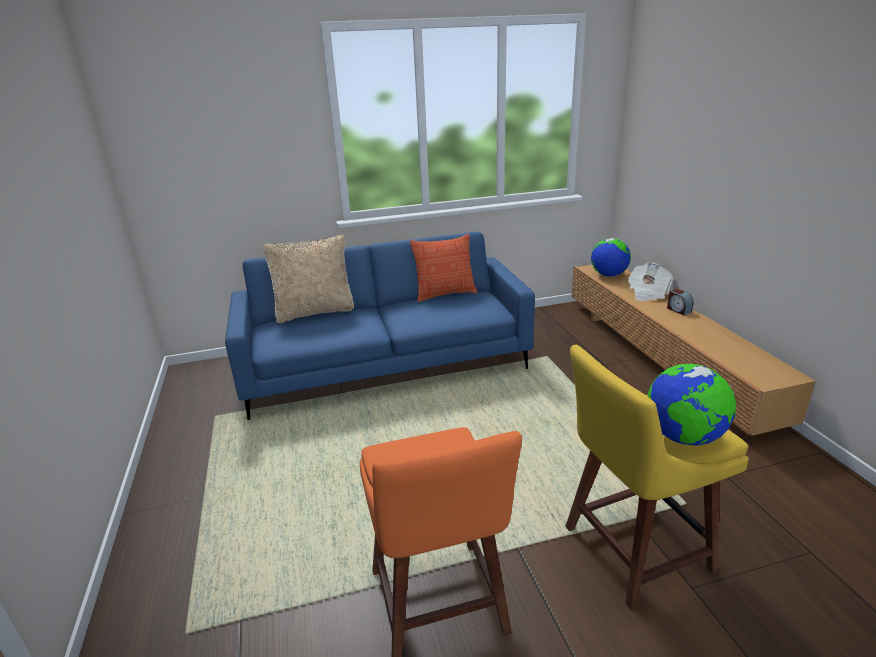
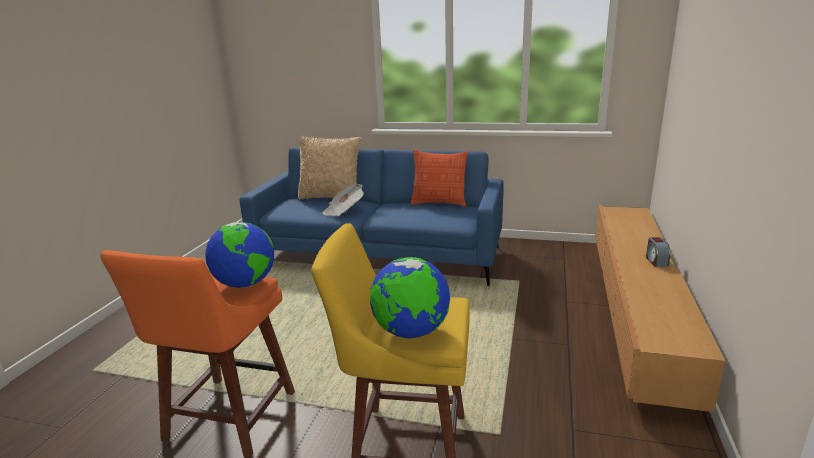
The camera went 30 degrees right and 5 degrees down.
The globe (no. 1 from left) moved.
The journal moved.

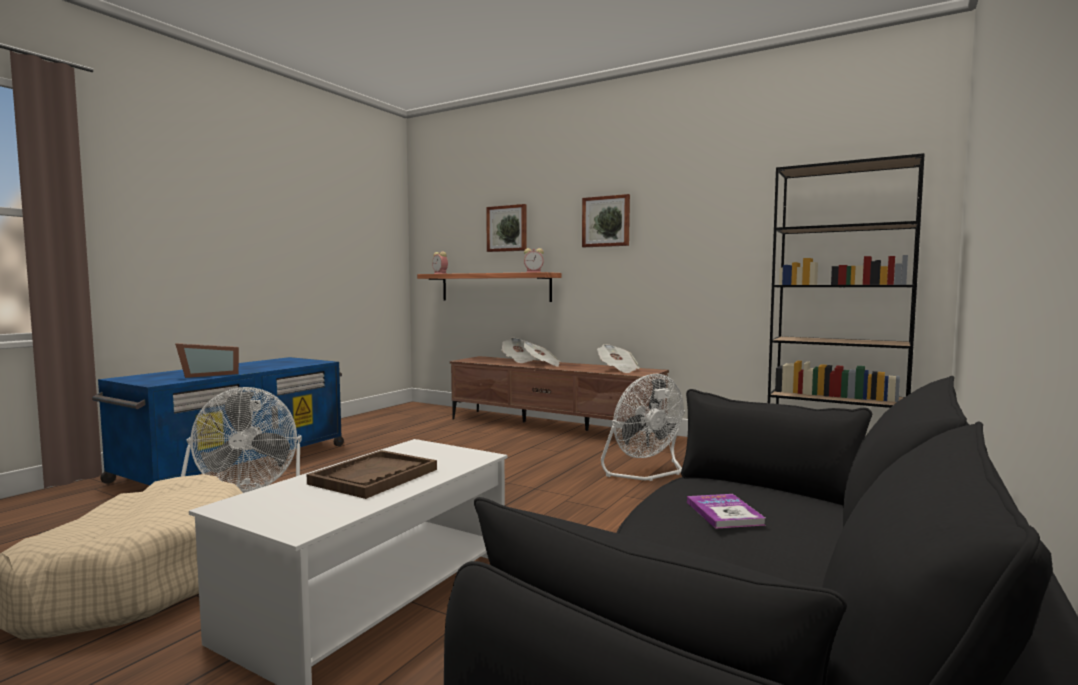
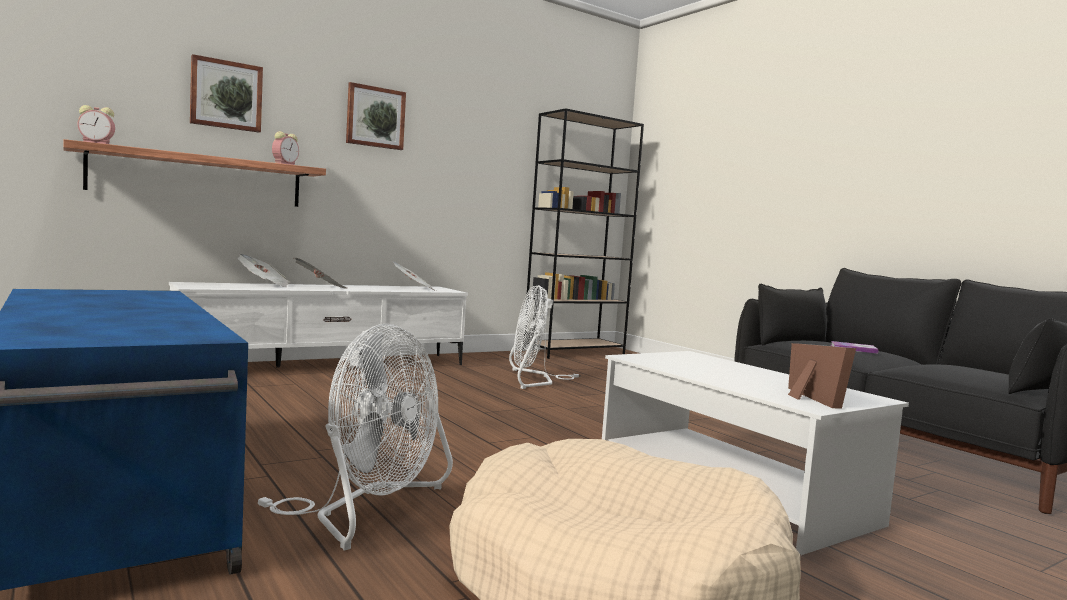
The camera went 65 degrees left and 0 degrees up.
The meuble télé [marron] became the meuble télé [blanc].
The cadre photo moved.
The plateau [marron] disappeared.

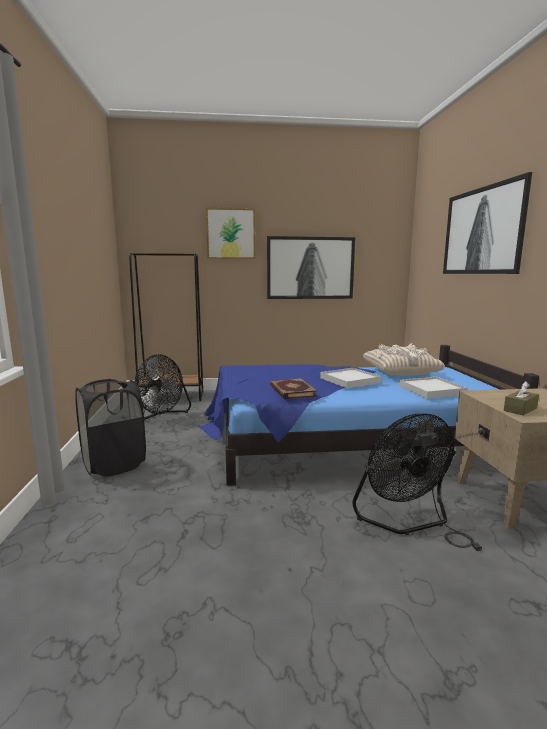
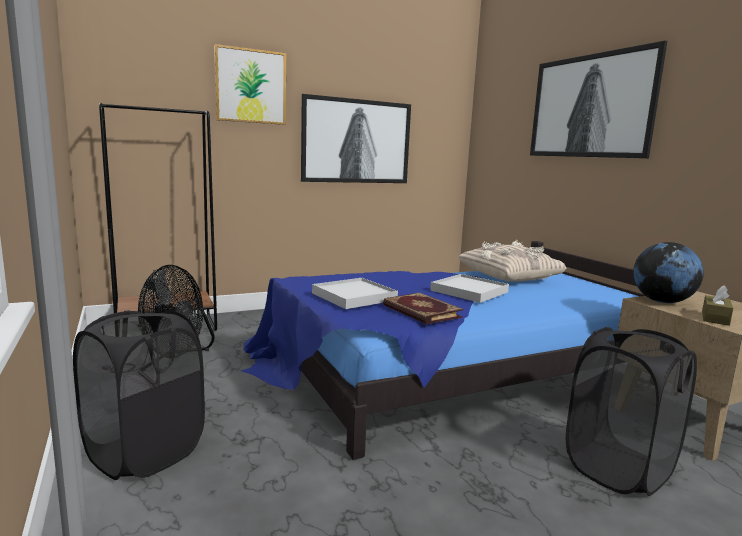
The camera went 20 degrees left and 0 degrees up.
The plateau [blanc] (no. 2 from left in the first image) moved.
The ventilateur [noir] (no. 2 from left) was replaced by the panier à linge [noir] (no. 2 from left).
The globe appeared.

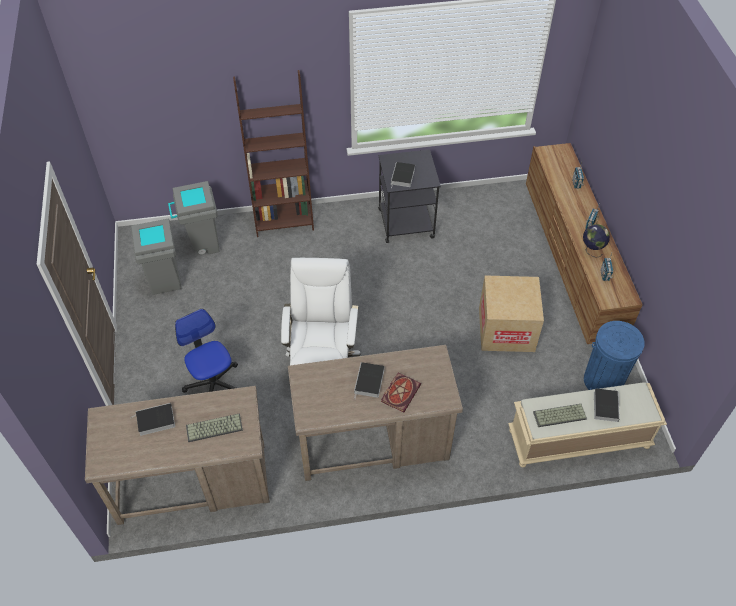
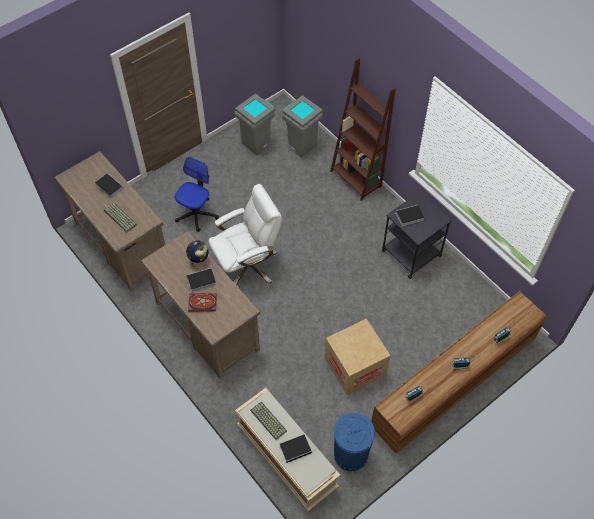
The camera went 60 degrees right and 5 degrees up.
The globe moved.

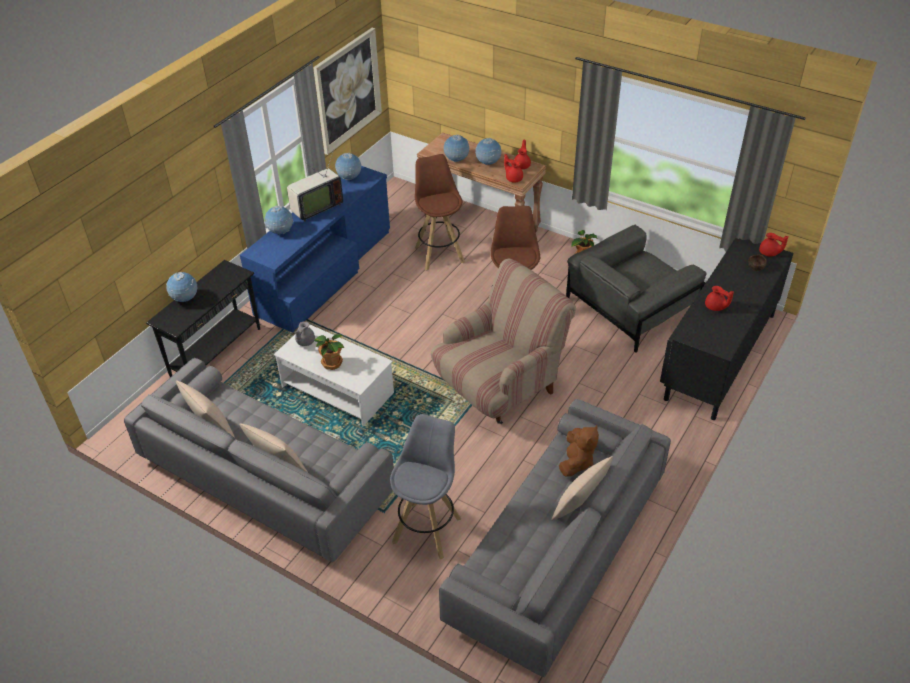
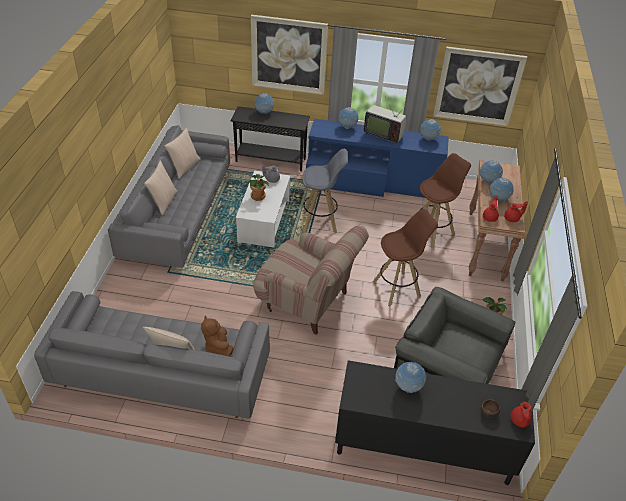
The camera went 65 degrees right and 0 degrees up.
The peluche [marron] turned 75 degrees clockwise.
The tableau (no. 1 from left) appeared.
The tabouret [gris] moved.
The théière [rouge] (no. 3 from left) was replaced by the globe (no. 3 from left).

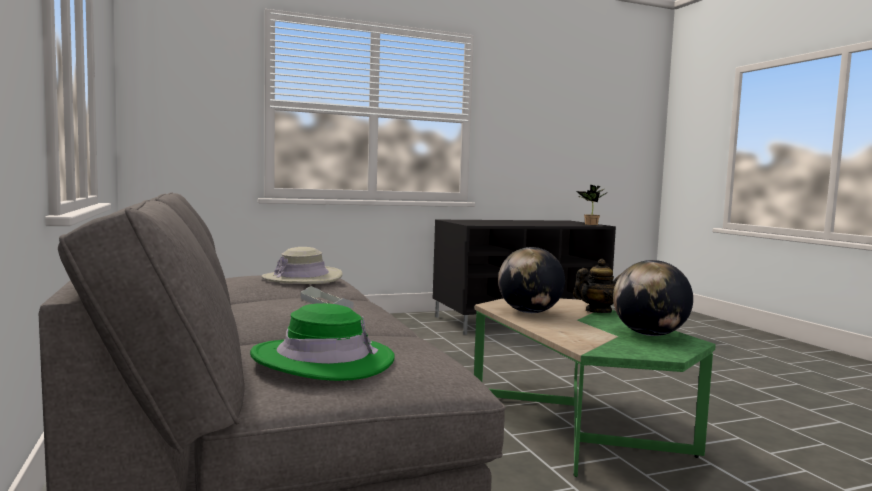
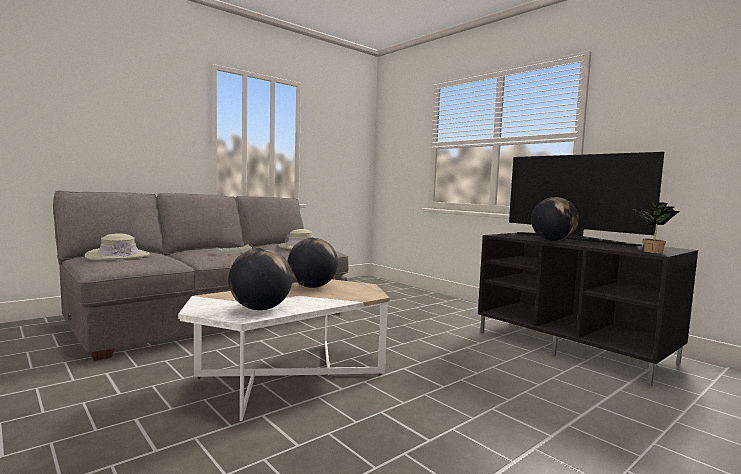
The camera went 70 degrees right and 0 degrees up.
The chapeau [vert] became the chapeau [beige] (no. 1 from left).
The table basse [vert] became the table basse [blanc].
The téléviseur appeared.
The globe (no. 3 from left) appeared.
The théière disappeared.

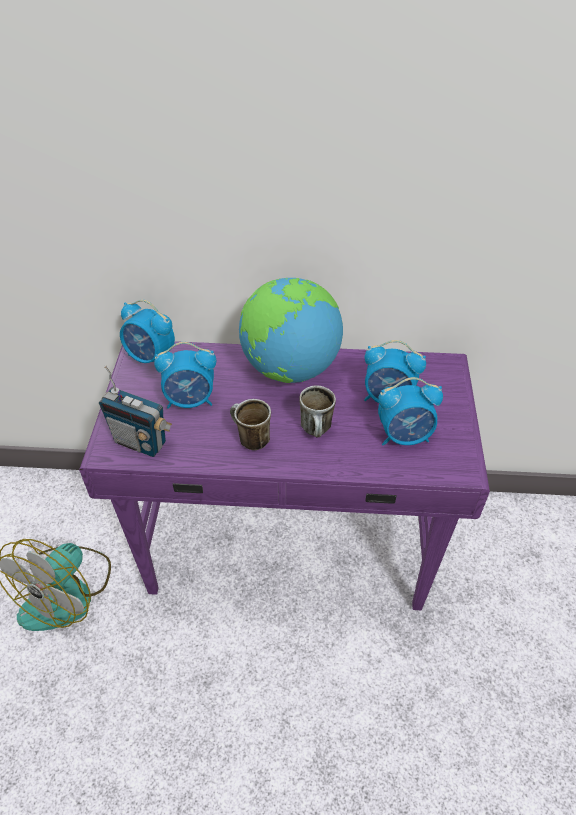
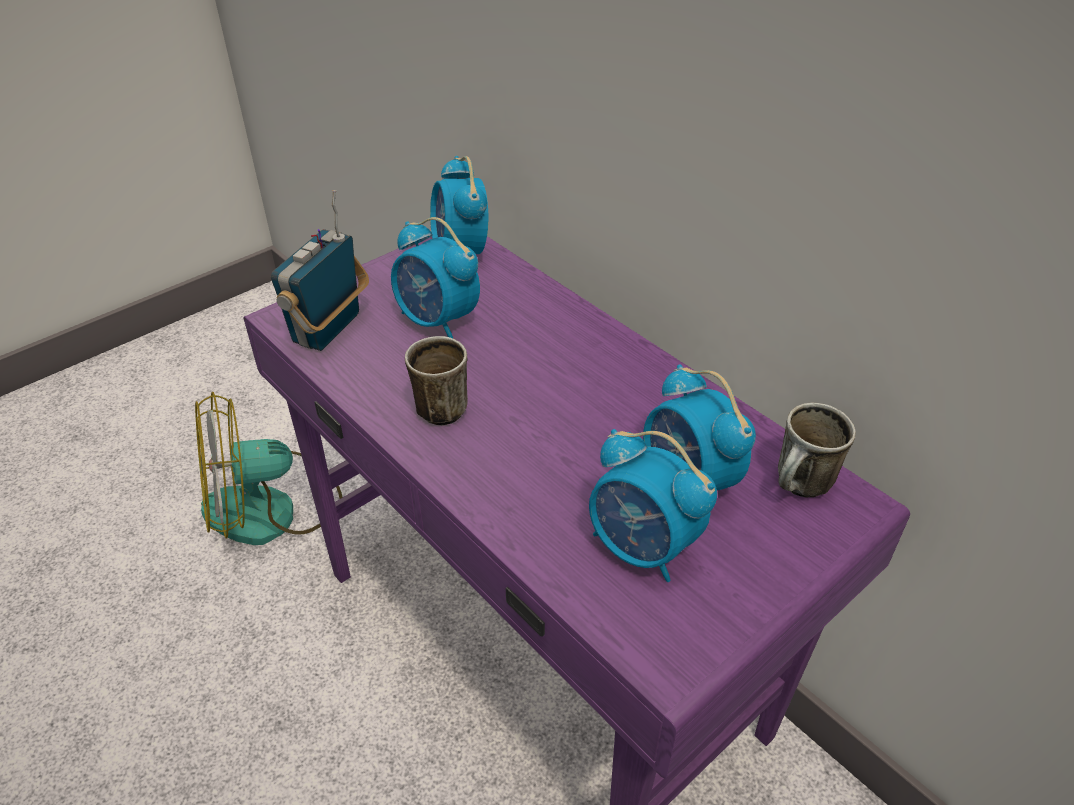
The camera went 45 degrees right and 5 degrees down.
The radio turned 45 degrees clockwise.
The mug (no. 2 from left) moved.
The globe disappeared.

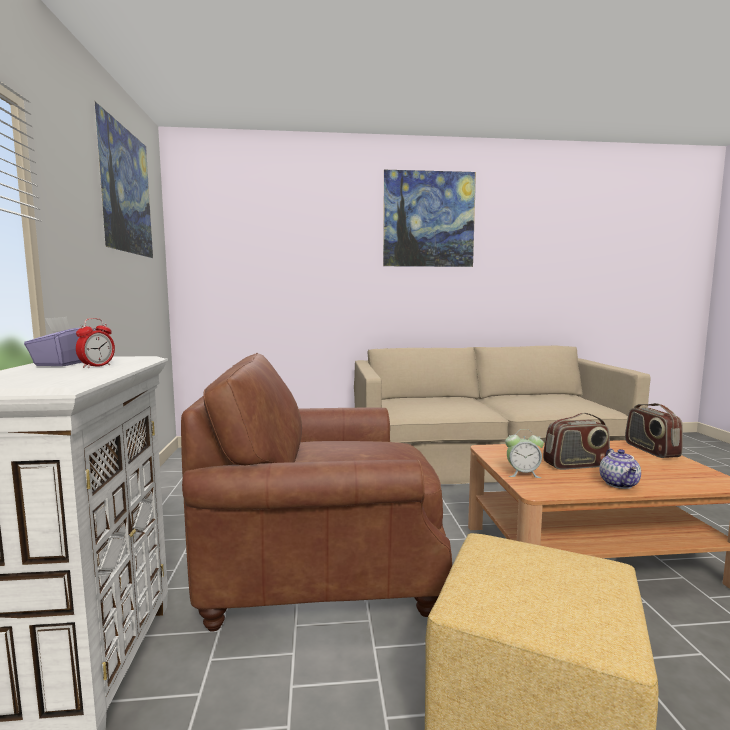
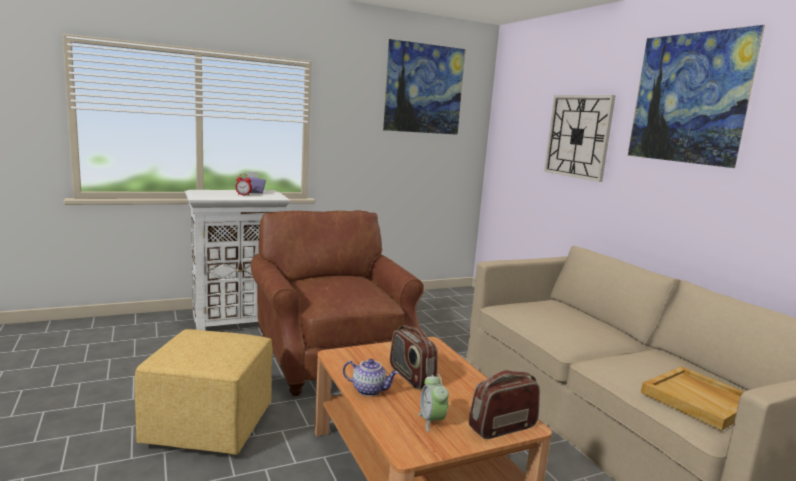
The camera went 70 degrees right and 5 degrees up.
The théière turned 150 degrees counterclockwise.
The réveil (no. 2 from left) moved.
The horloge murale appeared.
The plateau [beige] appeared.

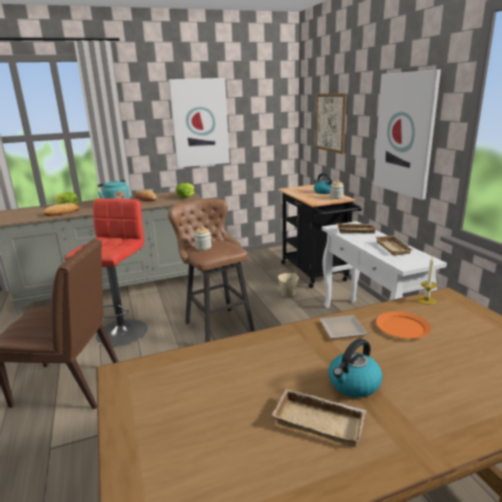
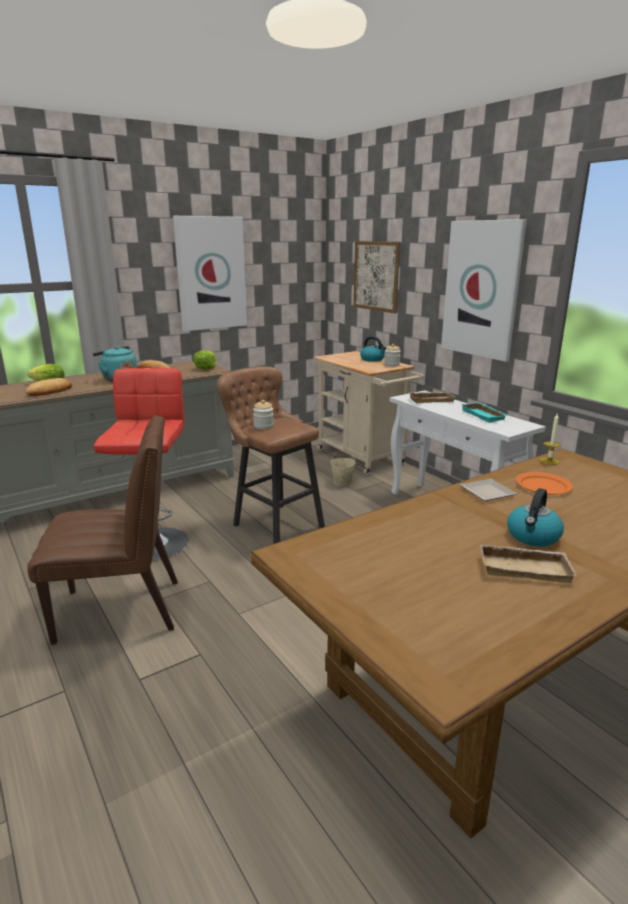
The camera went 15 degrees left and 0 degrees up.
The chariot [noir] became the chariot [beige].
The plateau [beige] (no. 3 from left) became the plateau [turquoise].

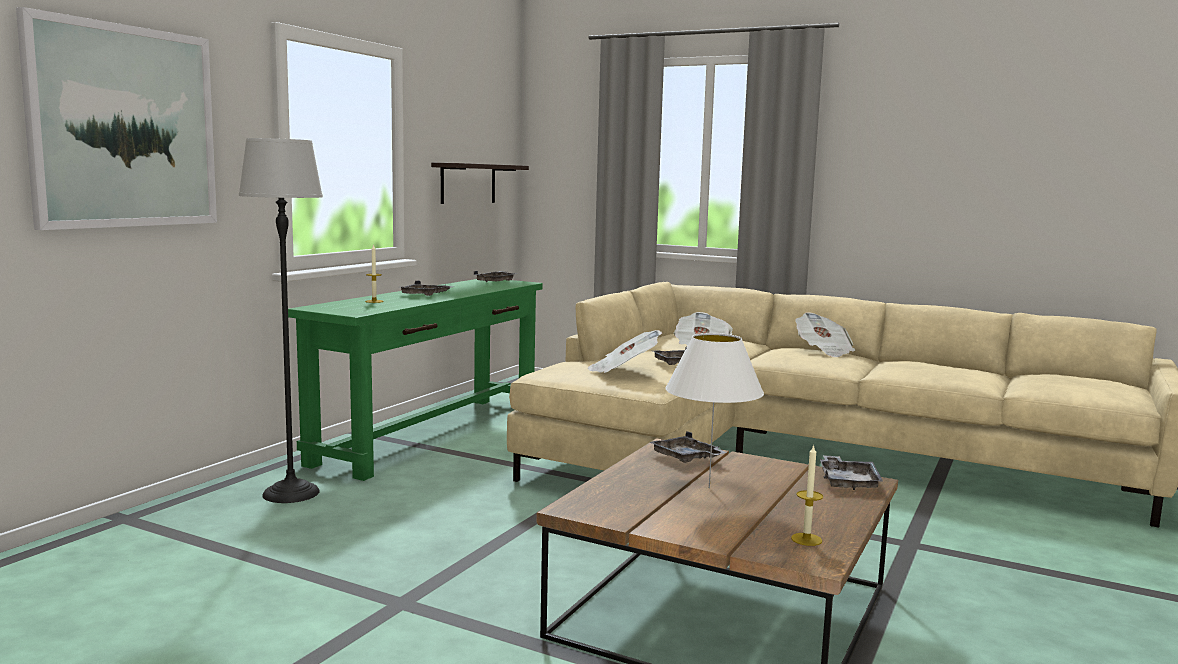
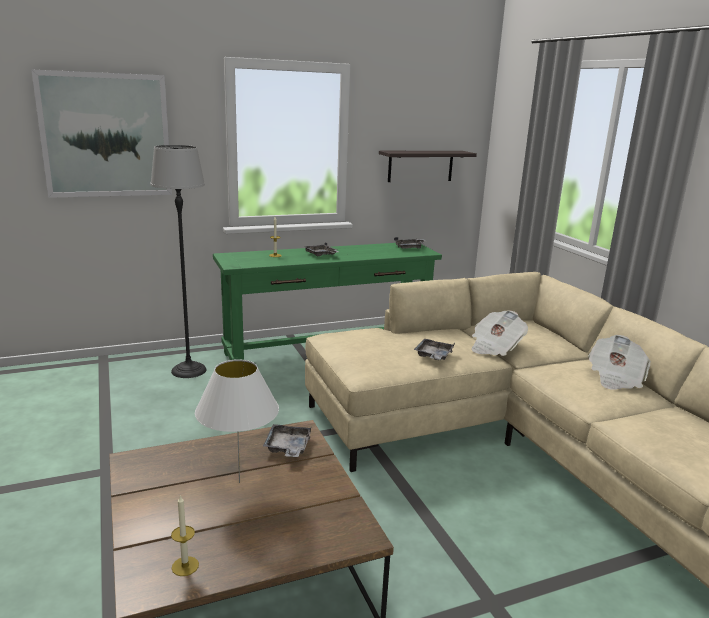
The camera went 40 degrees right and 10 degrees up.
The journal (no. 1 from left) disappeared.
The plateau [gris] (no. 5 from left) disappeared.

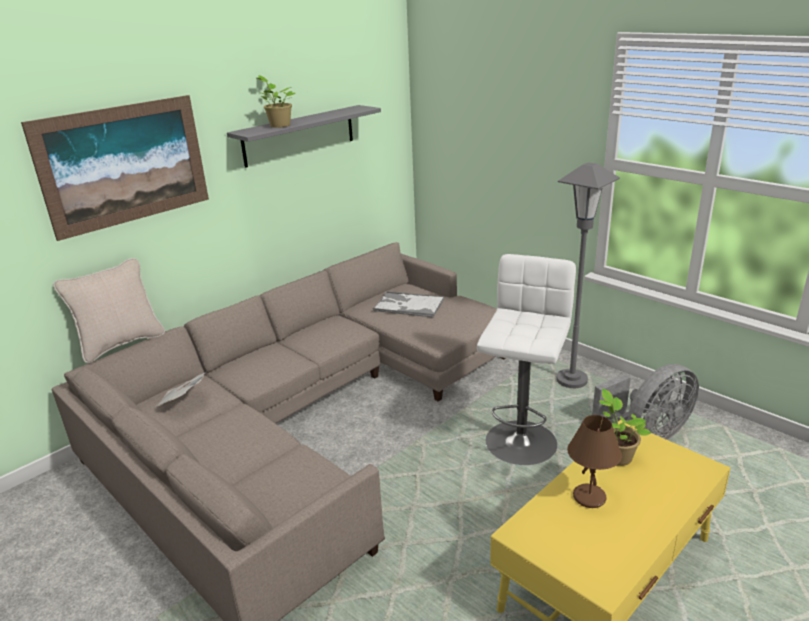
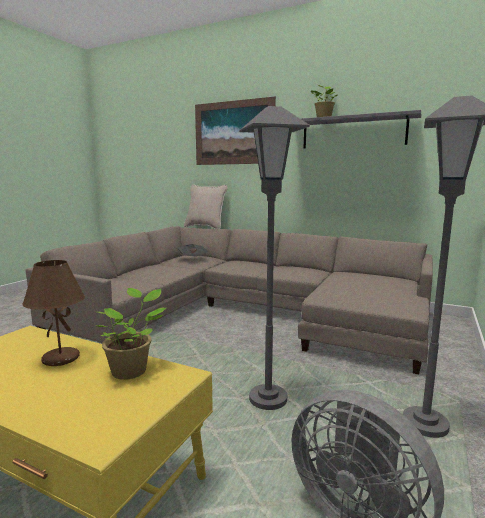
The camera went 70 degrees right and 15 degrees down.
The tabouret [blanc] was replaced by the lampadaire [gris] (no. 1 from left).
The plateau disappeared.

